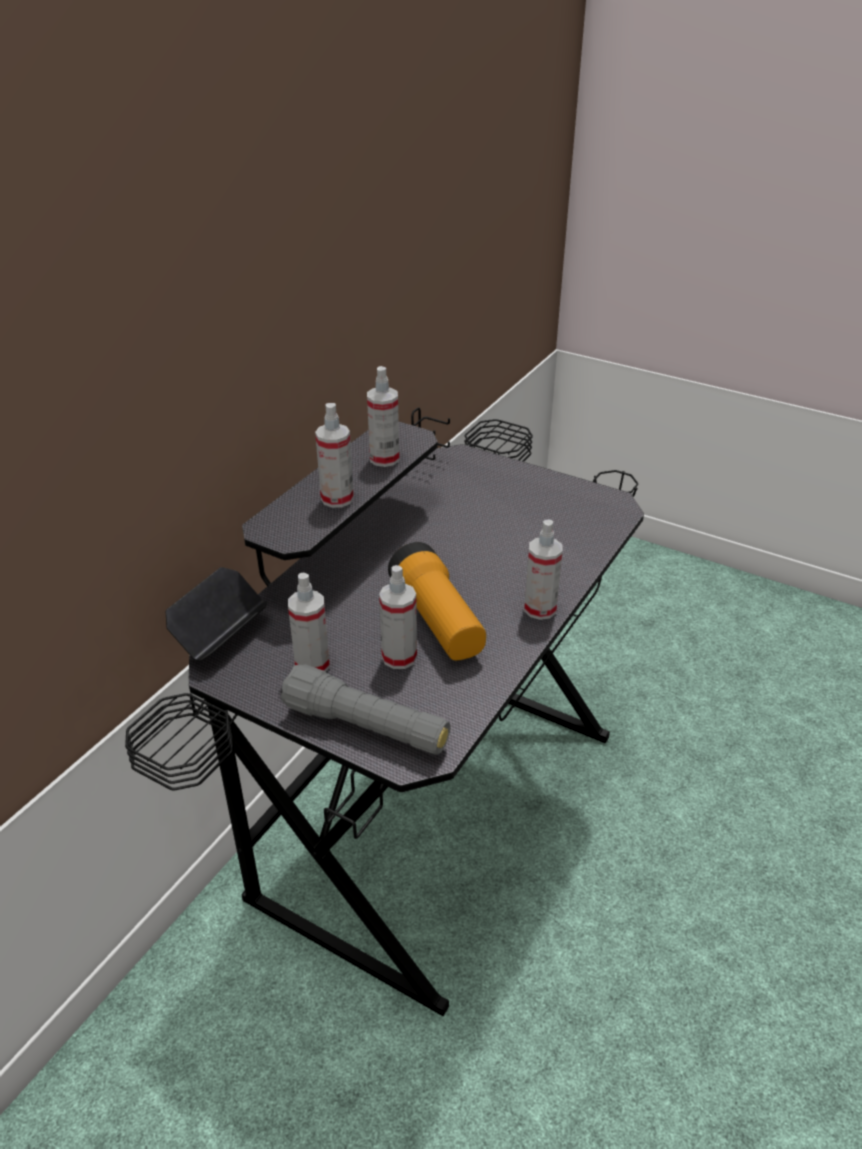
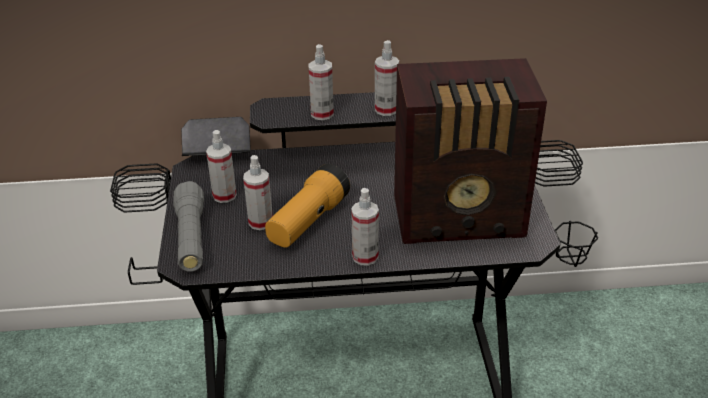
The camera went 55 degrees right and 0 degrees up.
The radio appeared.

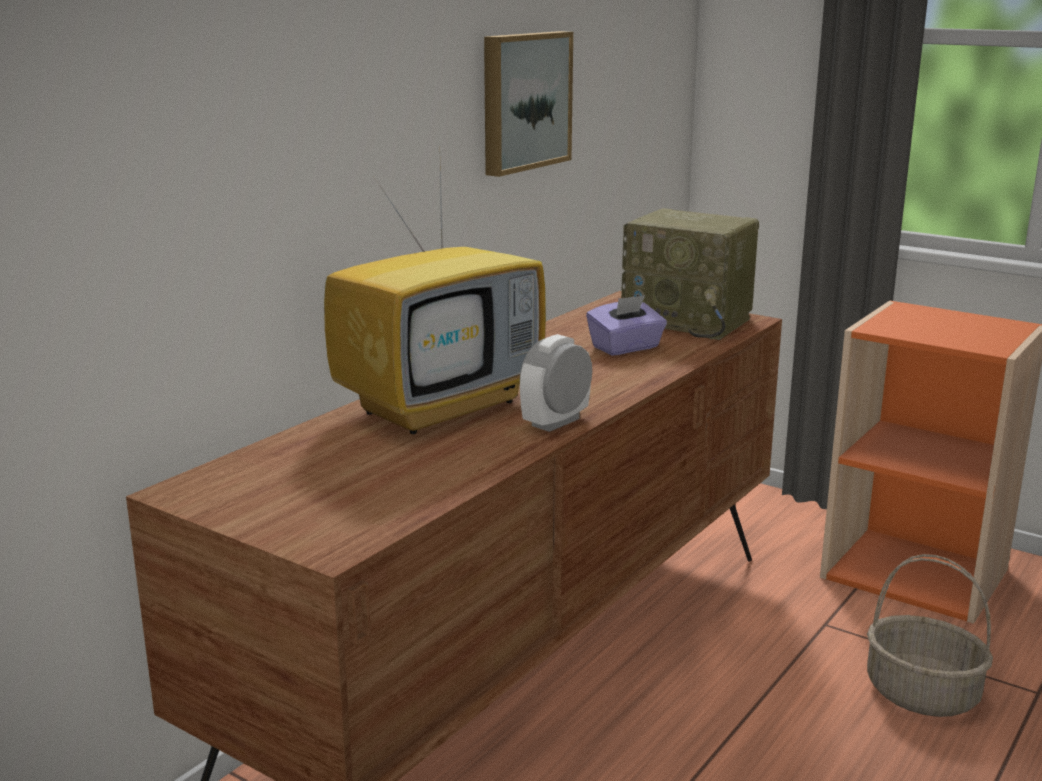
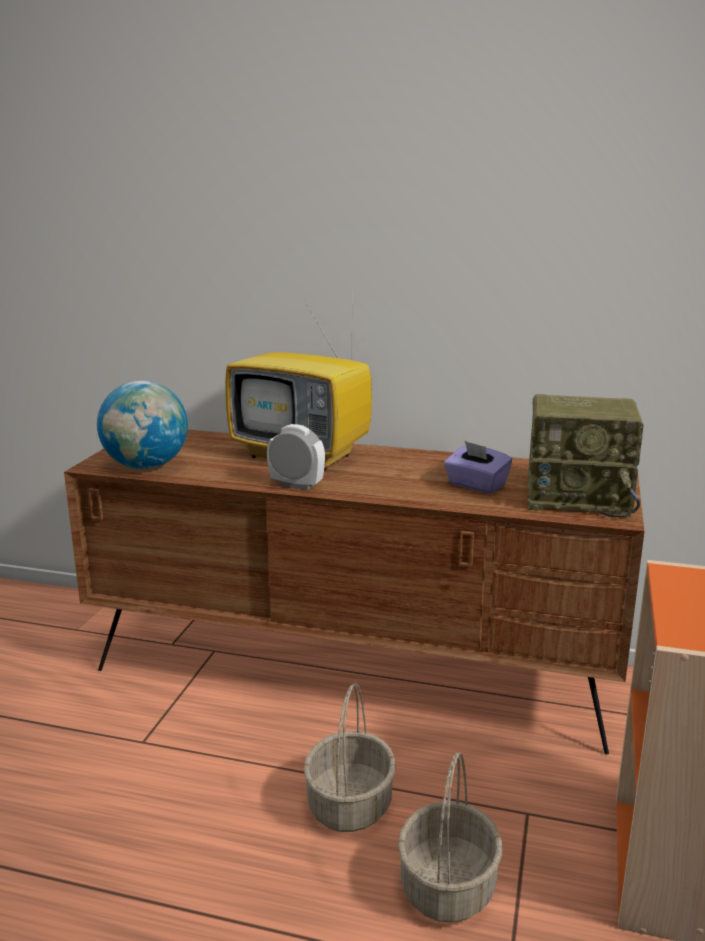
The camera went 70 degrees right and 0 degrees up.
The globe appeared.
The panier (no. 1 from left) appeared.
The radio turned 90 degrees counterclockwise.
The tableau disappeared.

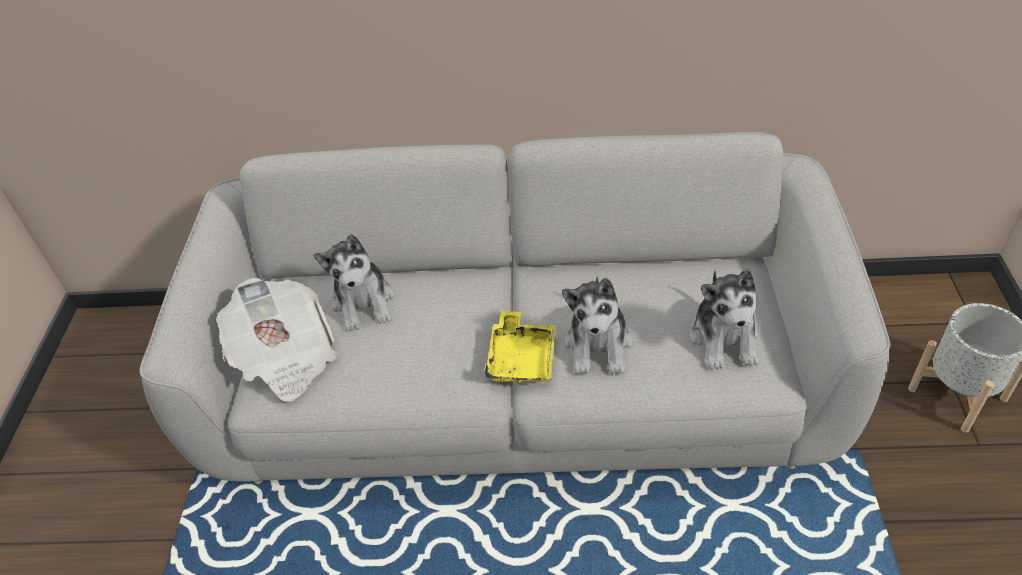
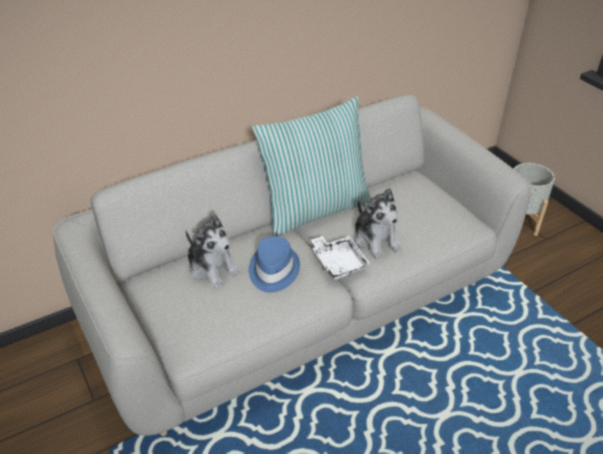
The camera went 35 degrees left and 5 degrees down.
The chapeau [bleu] appeared.
The coussin appeared.
The plateau [jaune] became the plateau [blanc].
The journal disappeared.
The peluche (no. 3 from left) disappeared.

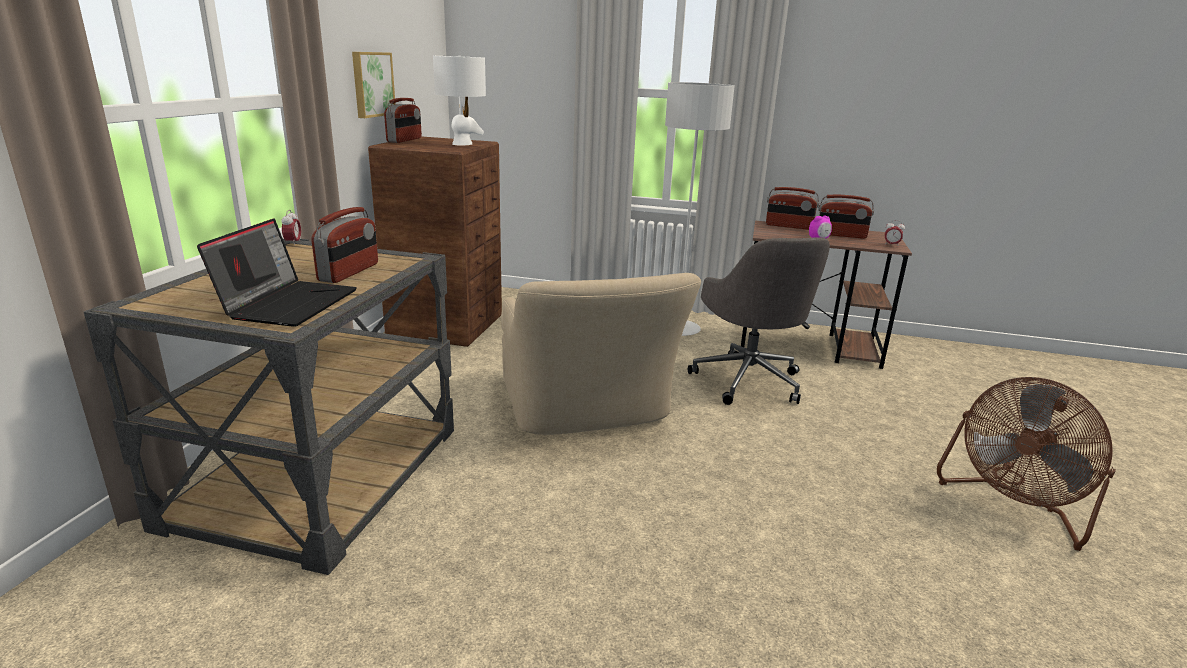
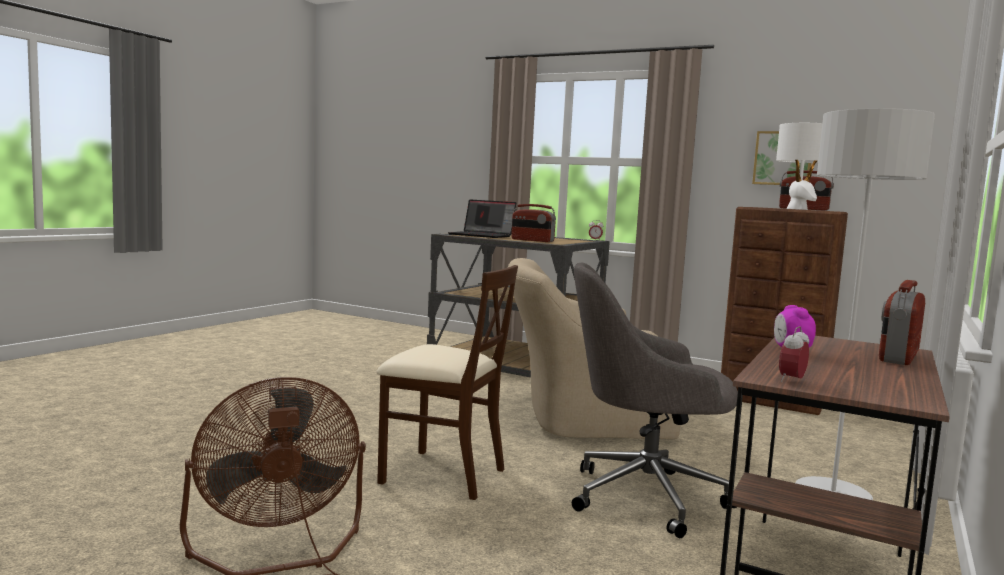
The camera went 105 degrees right and 15 degrees down.
The chaise [beige] appeared.
The radio (no. 4 from left) disappeared.

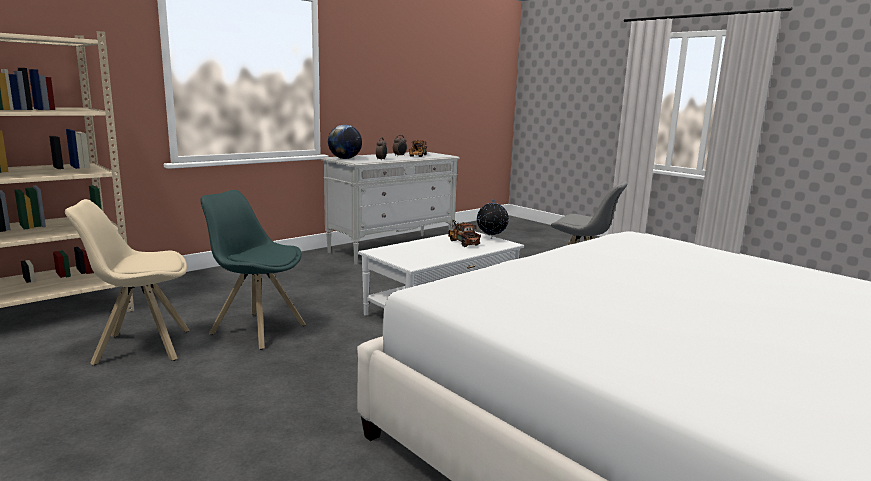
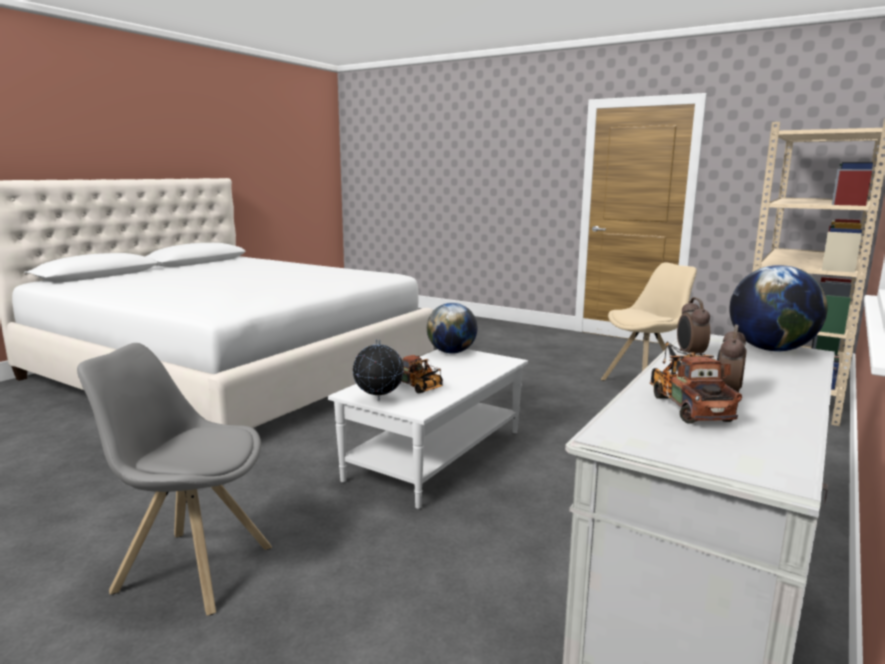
The camera went 165 degrees right and 0 degrees up.
The globe (no. 2 from left) appeared.
The chaise [turquoise] disappeared.

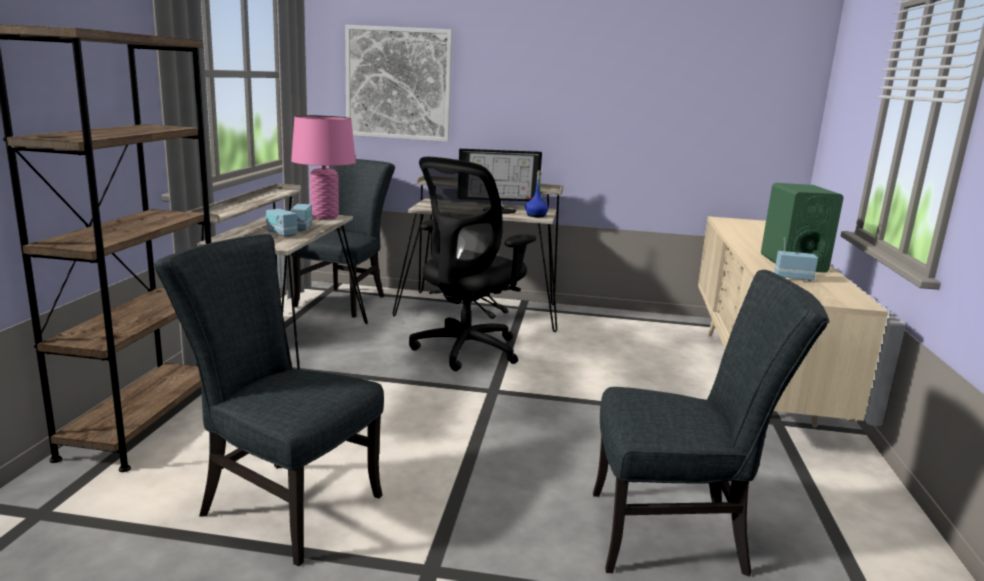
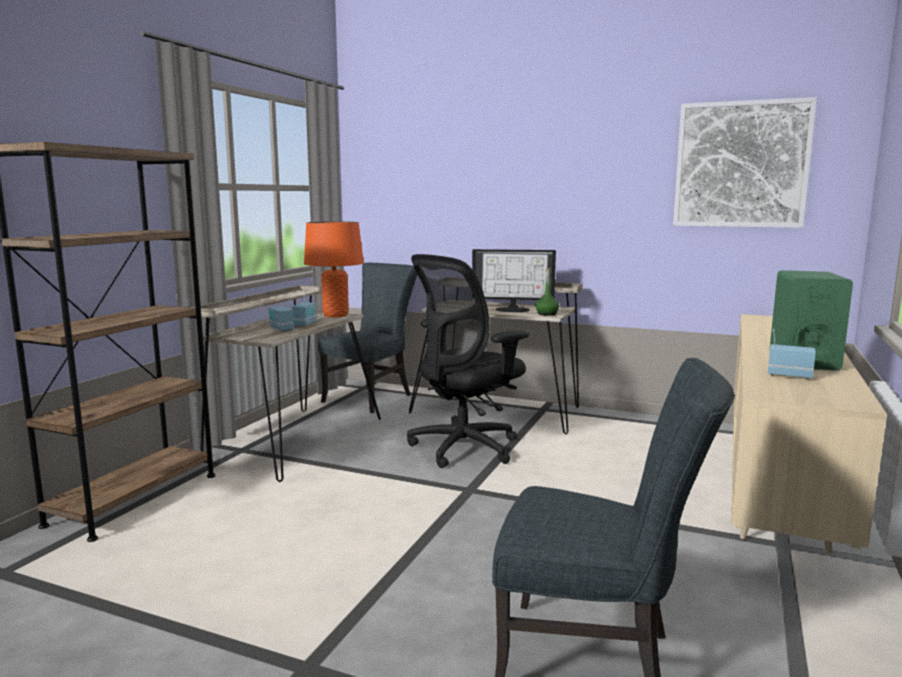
The camera went 15 degrees right and 5 degrees down.
The lampe de table [rose] became the lampe de table [orange].
The bouteille [bleu] became the bouteille [vert].
The tableau moved.
The chaise [gris] (no. 1 from left) disappeared.

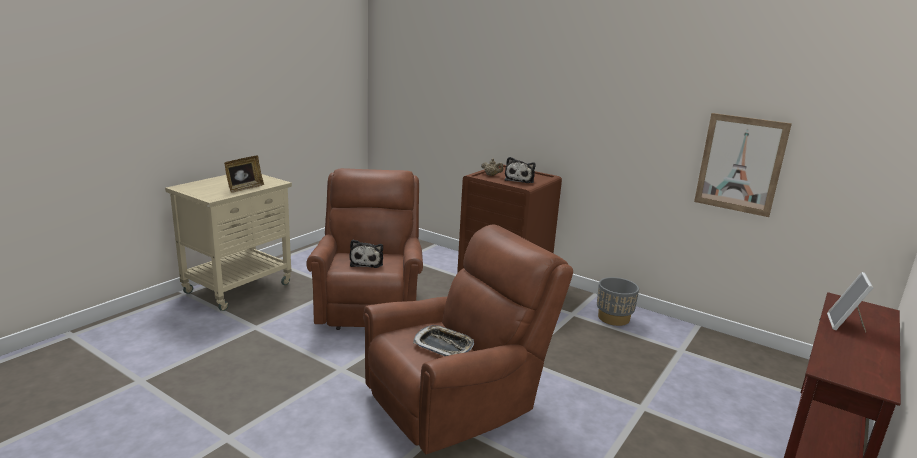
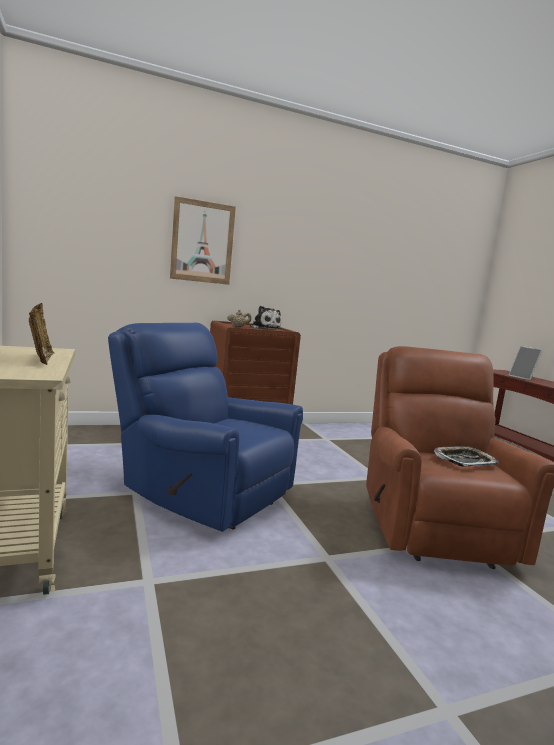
The camera went 55 degrees left and 10 degrees down.
The fauteuil [marron] (no. 1 from left) became the fauteuil [bleu].
The tableau moved.
The peluche (no. 1 from left) disappeared.
The cache-pot [gris] disappeared.

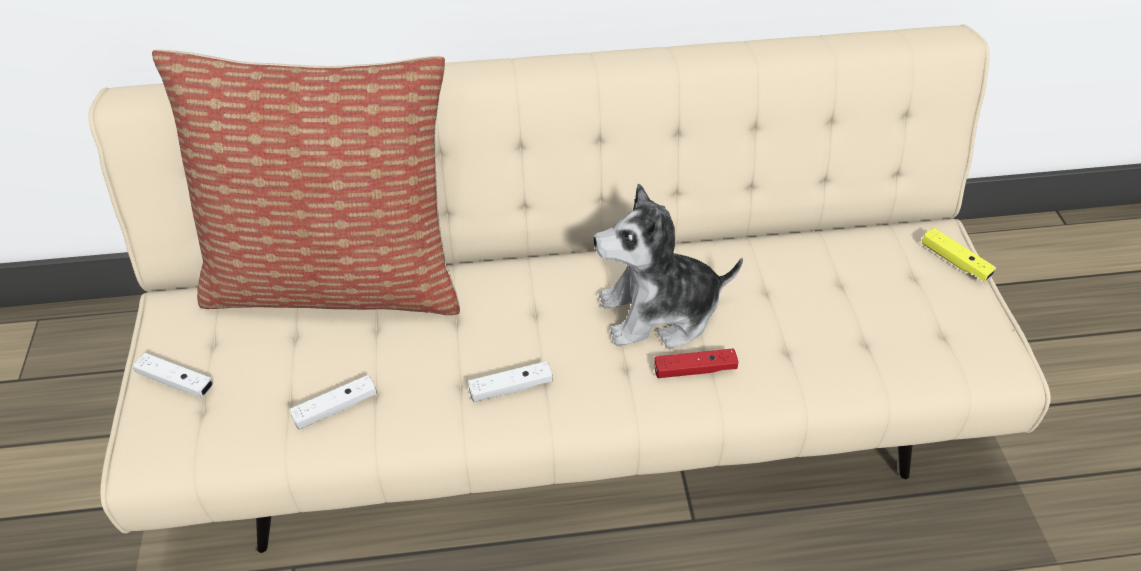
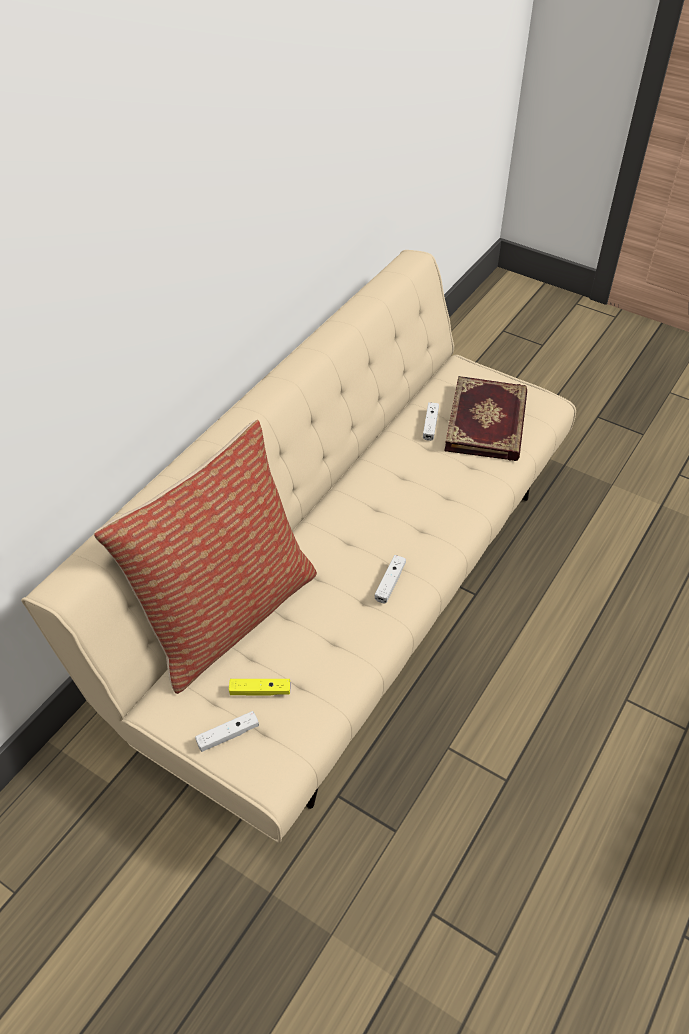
The camera went 50 degrees left and 0 degrees up.
The manette [jaune] moved.
The manette [blanc] (no. 2 from left in the first image) moved.
The livre appeared.
The peluche disappeared.
The manette [rouge] disappeared.

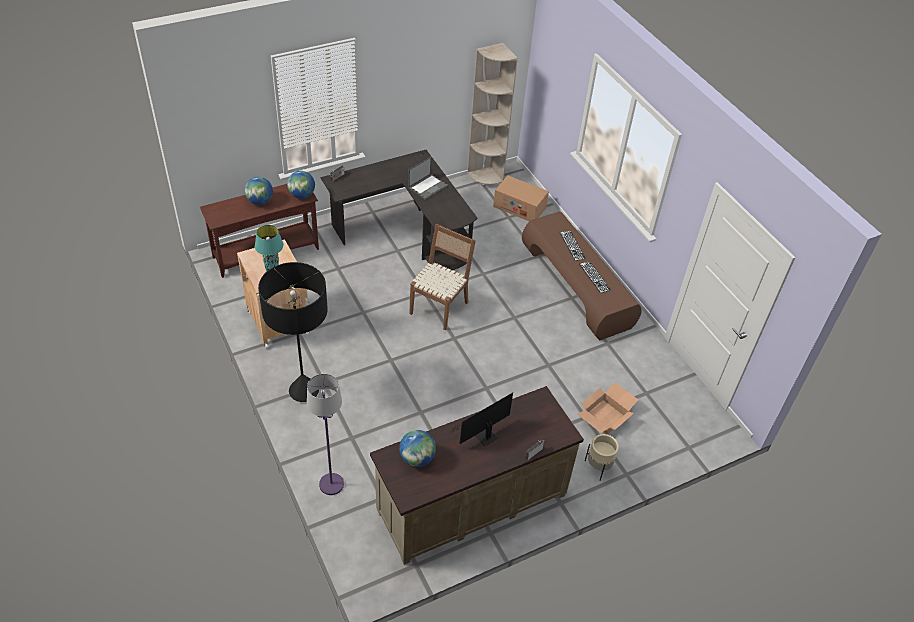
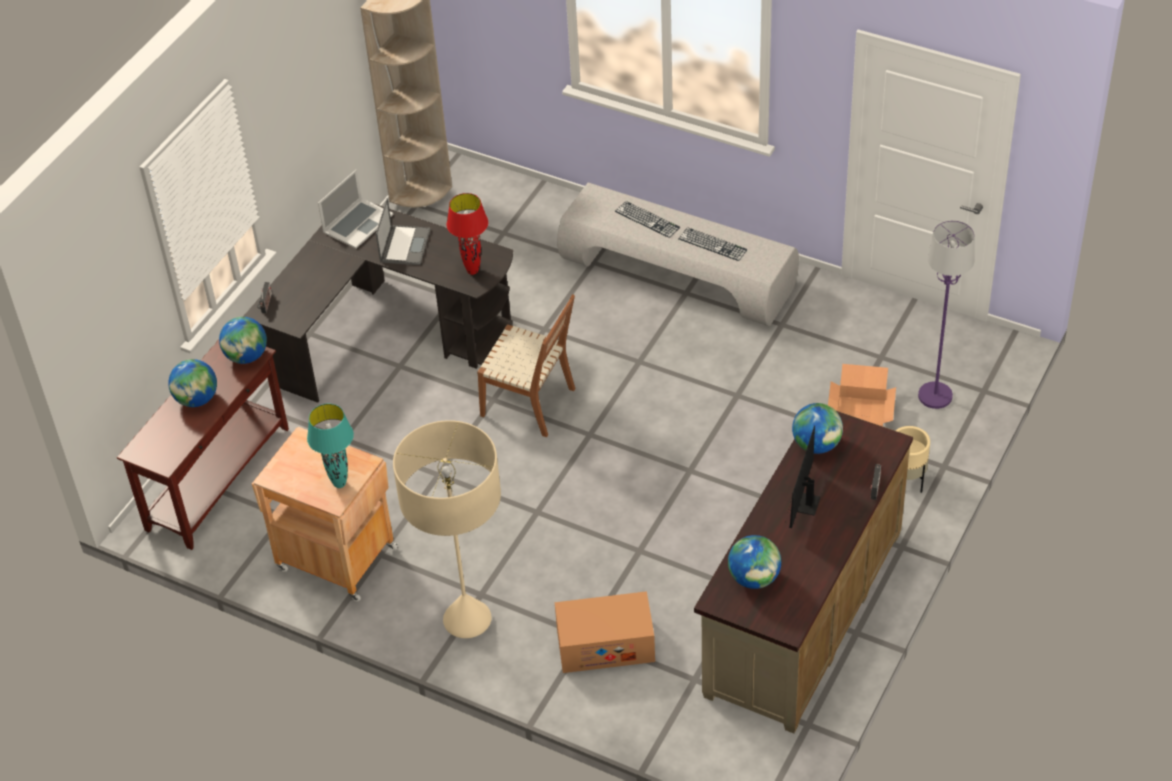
The camera went 30 degrees left and 0 degrees up.
The ordinateur portable (no. 1 from left) appeared.
The lampadaire [noir] became the lampadaire [beige].
The lampe de table [rouge] appeared.
The chaise turned 120 degrees clockwise.
The carton (no. 1 from left) moved.
The banc [marron] became the banc [gris].
The globe (no. 4 from left) appeared.
The lampadaire [violet] moved.

